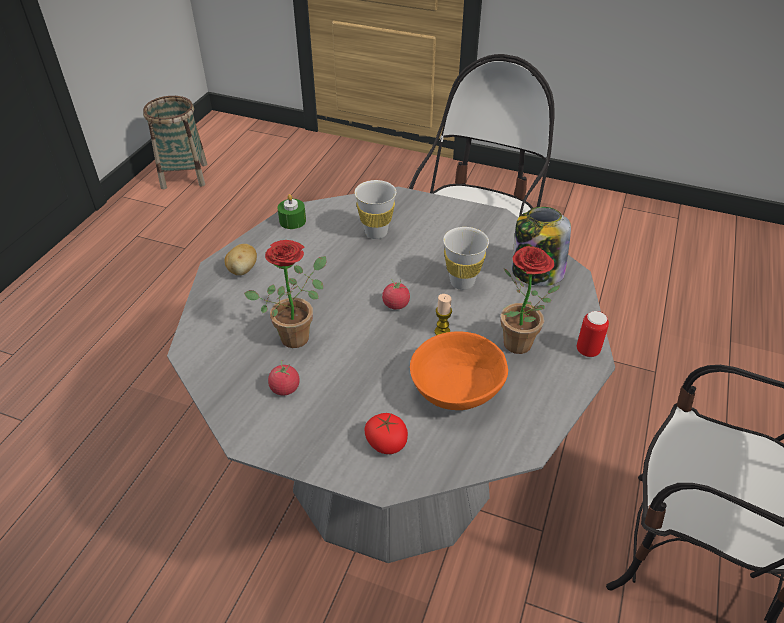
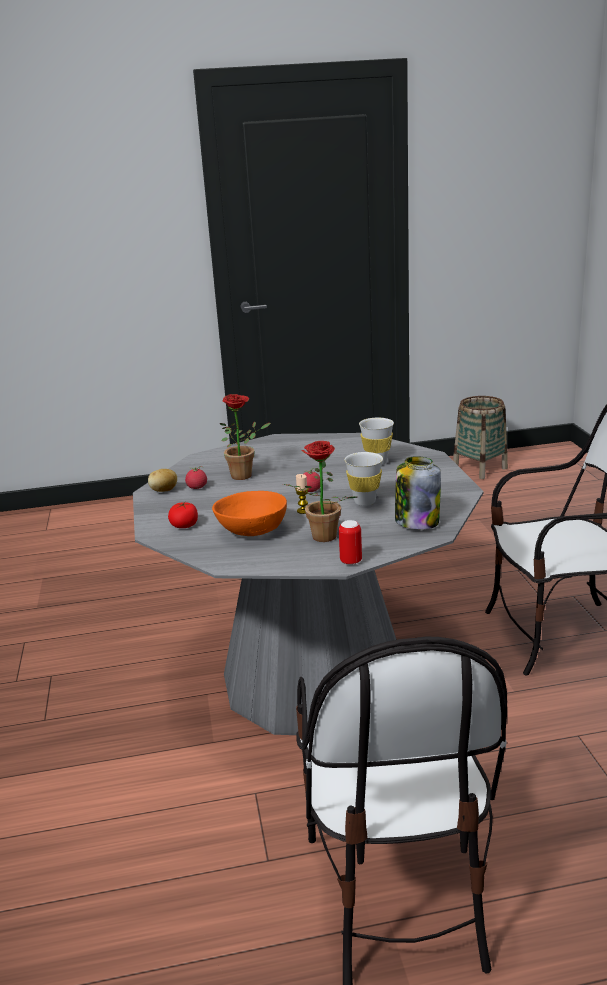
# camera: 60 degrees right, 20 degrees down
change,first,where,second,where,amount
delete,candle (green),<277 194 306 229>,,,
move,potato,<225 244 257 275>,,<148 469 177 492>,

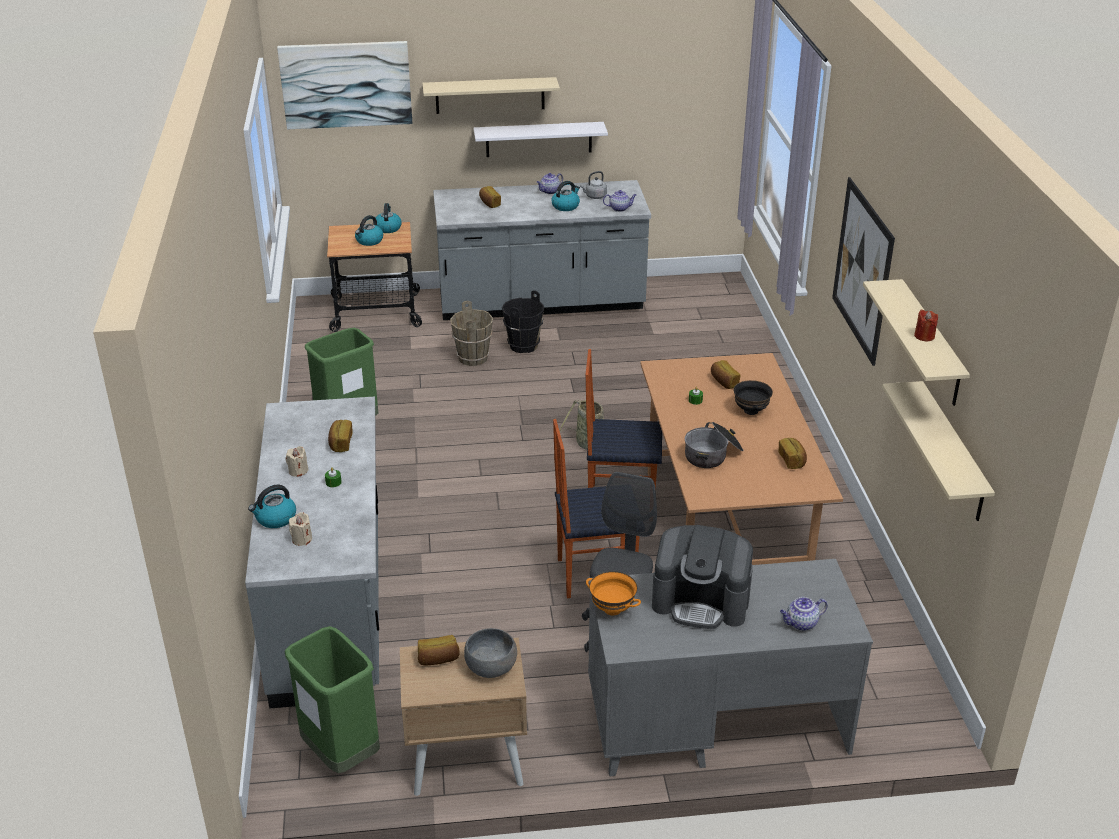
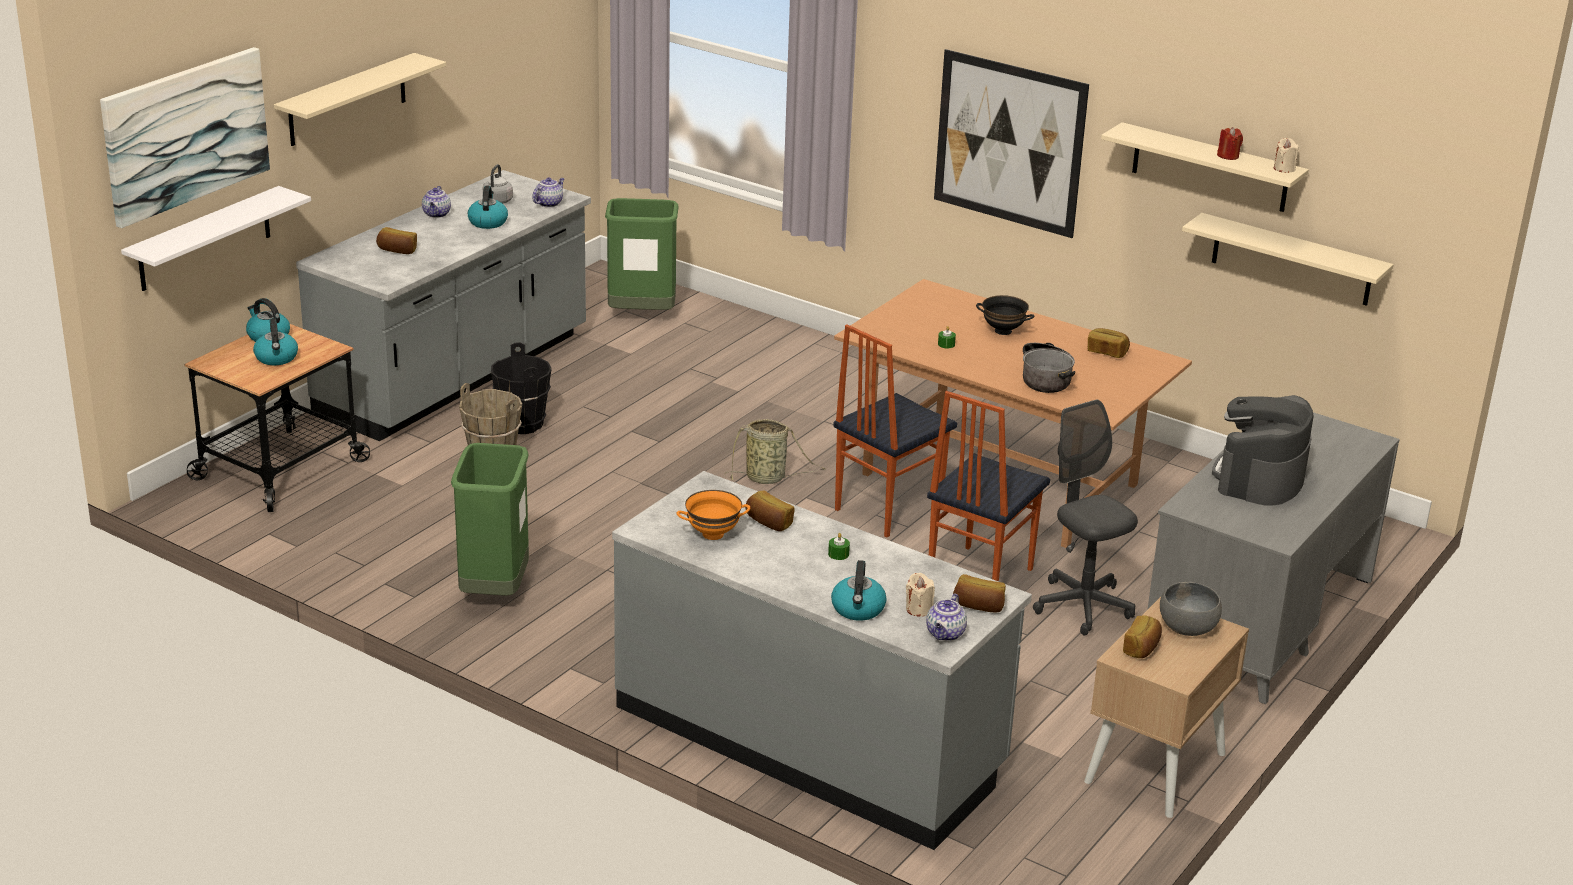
# camera: 50 degrees left, 5 degrees down
change,first,where,second,where,amount
move,candle (beige),<285 446 309 477>,,<1274 138 1299 173>,
move,trash can (green),<285 626 380 773>,,<605 198 679 310>,
move,shelf (white),<474 122 608 157>,,<121 186 311 291>,
move,bowl (orange),<586 571 641 616>,,<677 490 750 540>,
move,bread,<711 360 740 389>,,<953 574 1006 613>,
move,teapot,<780 597 828 631>,,<926 594 967 641>,
rotate,coffee machine,<652 525 753 629>,,<1212 395 1314 506>,150 degrees clockwise

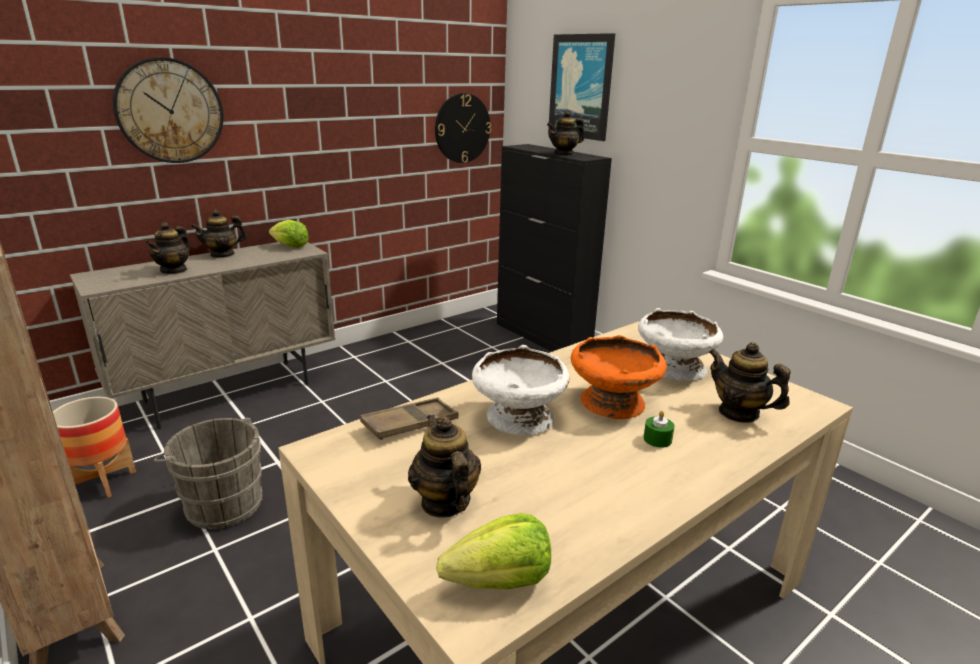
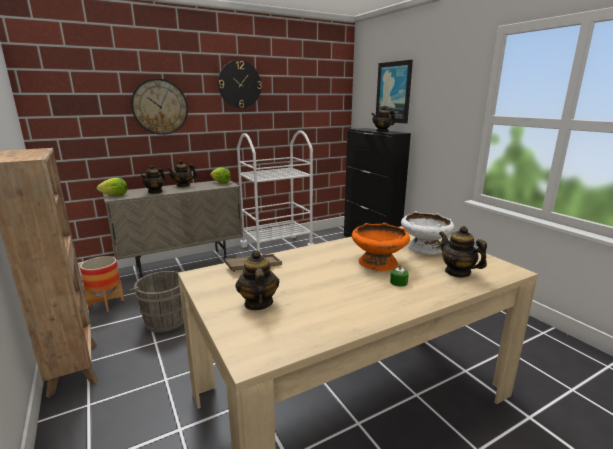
# camera: 10 degrees right, 5 degrees down
change,first,where,second,where,amount
delete,bowl (white),<472 345 570 435>,,,
insert,,,cart (white),<237 131 314 255>,
move,wall clock,<435 93 491 163>,,<218 60 262 108>,
move,lettuce,<436 513 551 589>,,<97 178 128 195>,

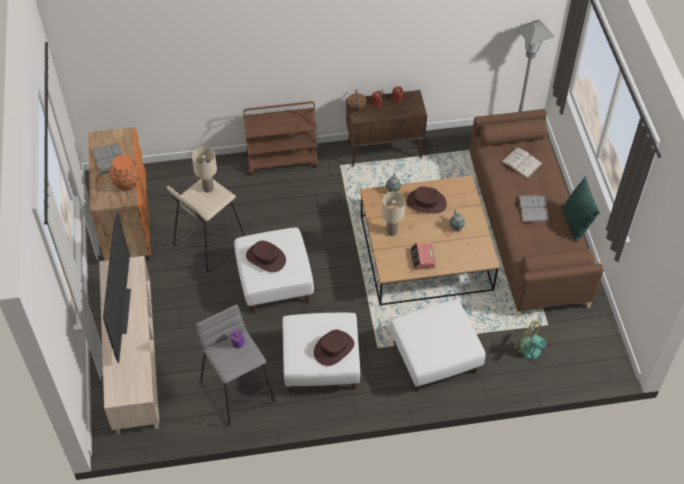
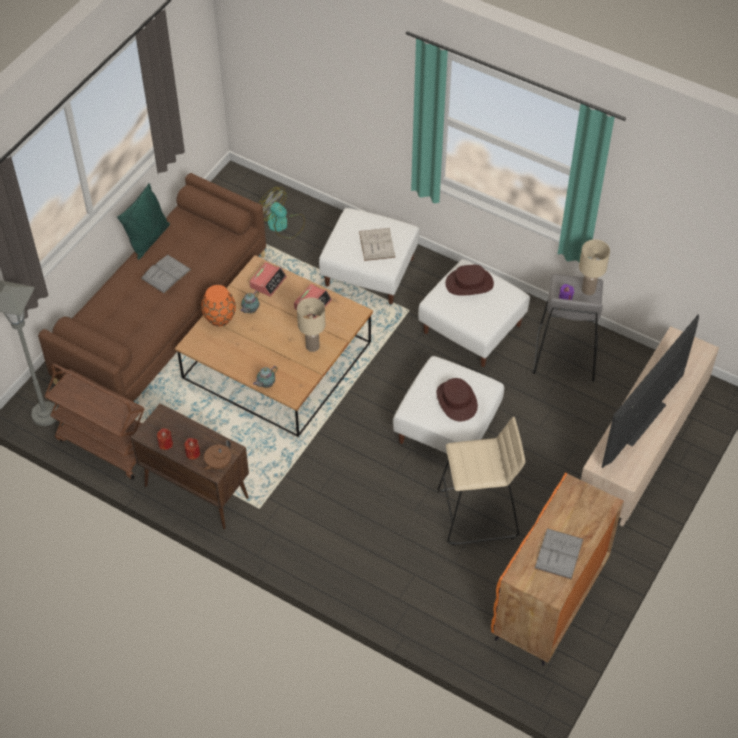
# camera: 140 degrees left, 0 degrees up
change,first,where,second,where,amount
delete,hat (brown),<407 187 447 214>,,,
insert,,,alarm clock,<250 262 287 297>,
move,vase (orange),<110 155 140 191>,,<201 285 236 327>,
move,table lamp (beige),<192 147 217 193>,,<579 239 610 295>,
move,cart (brown),<243 101 319 175>,,<44 363 145 480>,
move,book (white),<501 148 543 179>,,<359 228 395 261>,
rotate,fan,<516 320 556 365>,,<259 187 305 239>,150 degrees clockwise

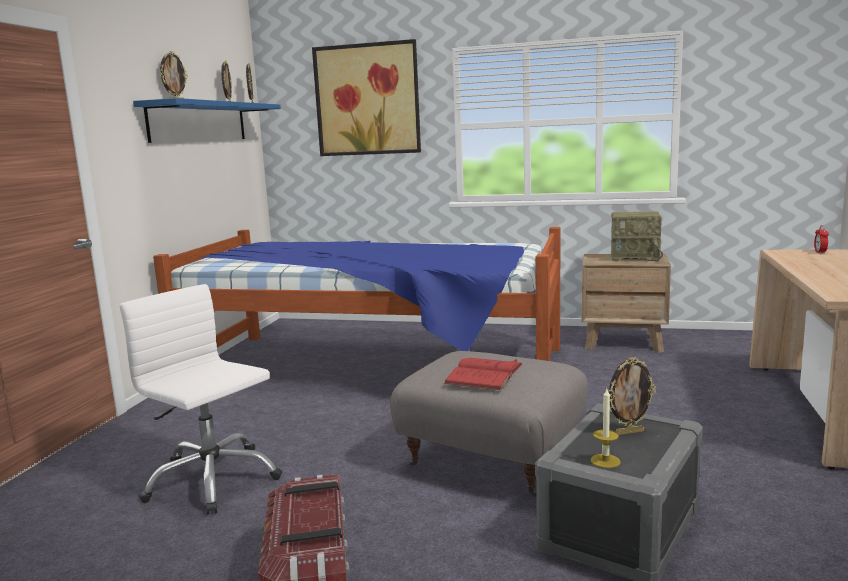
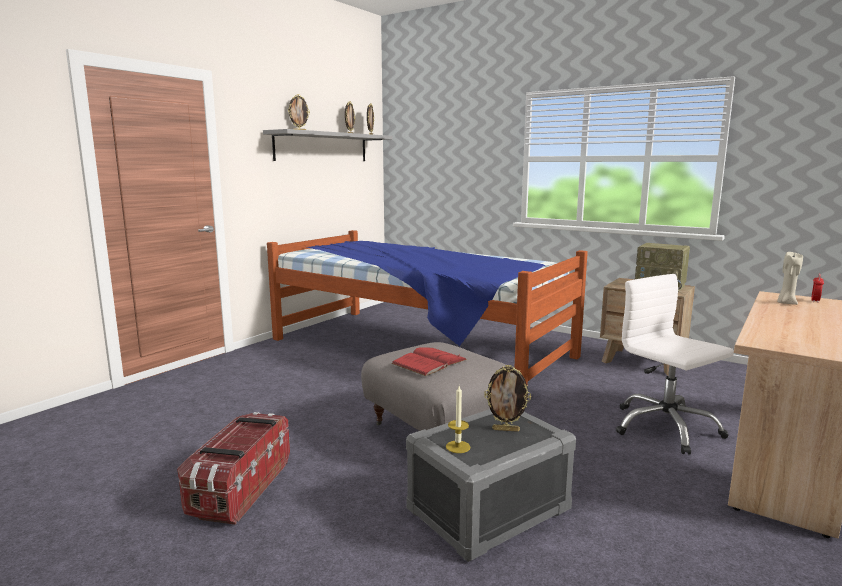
# camera: 20 degrees right, 0 degrees up
change,first,where,second,where,amount
delete,picture,<312 39 421 156>,,,
insert,,,candle (beige),<777 252 803 305>,
move,office chair (white),<120 284 282 514>,,<616 274 734 455>,
recolor,shelf (blue),<133 98 281 143>,shelf (grey),<263 129 392 161>,

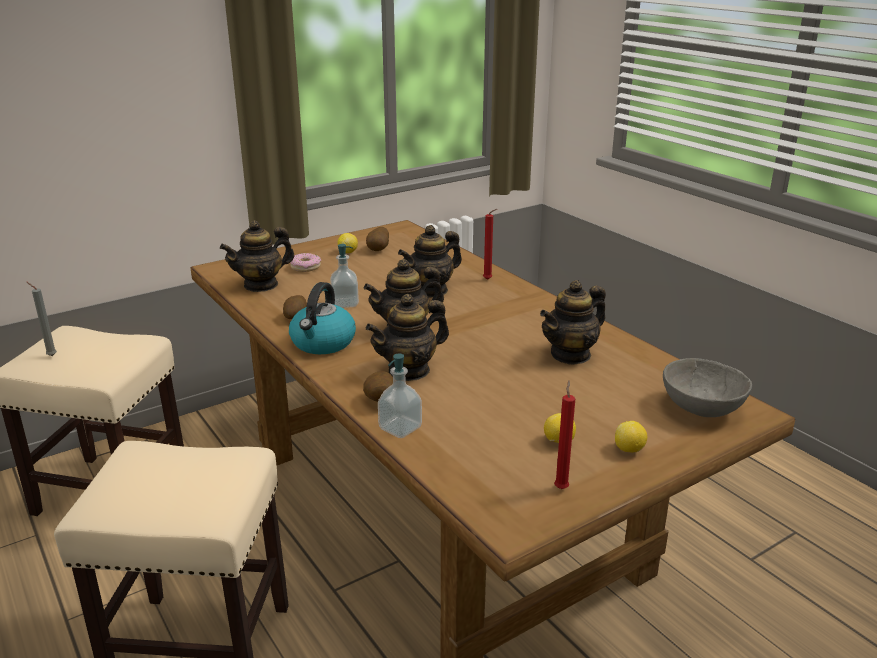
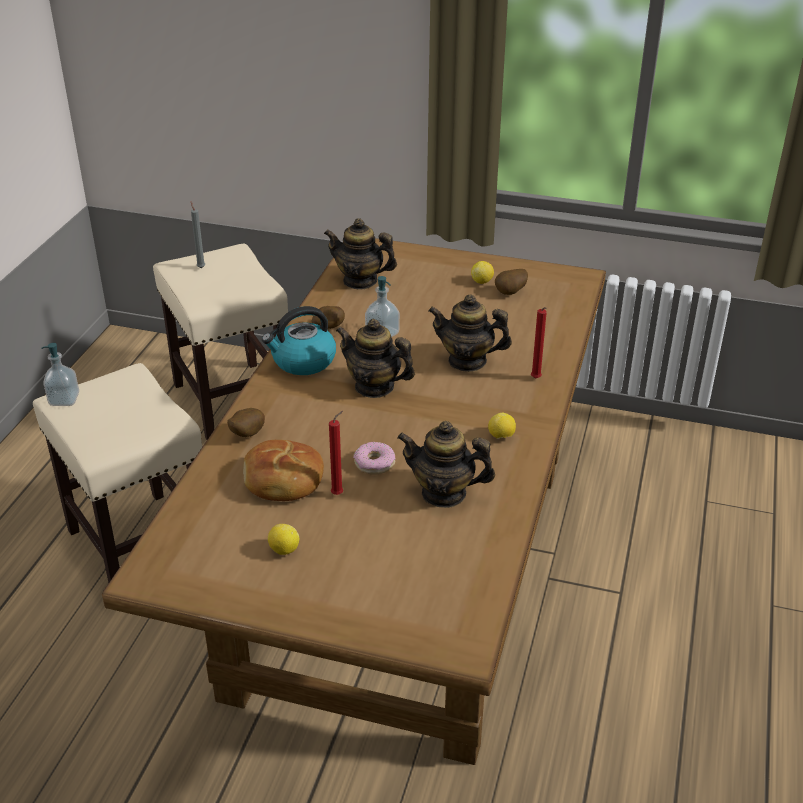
# camera: 50 degrees right, 10 degrees up
change,first,where,second,where,amount
delete,teapot,<366 294 449 381>,,,
delete,bowl (grey),<663 358 752 417>,,,
insert,,,bread,<243 440 324 501>,
move,donut,<290 253 321 272>,,<353 442 395 475>,
move,soap dispenser,<378 353 422 438>,,<41 343 79 406>,
move,candle (red),<554 381 575 489>,,<329 411 343 495>,
move,lemon,<615 421 647 453>,,<488 413 516 439>,

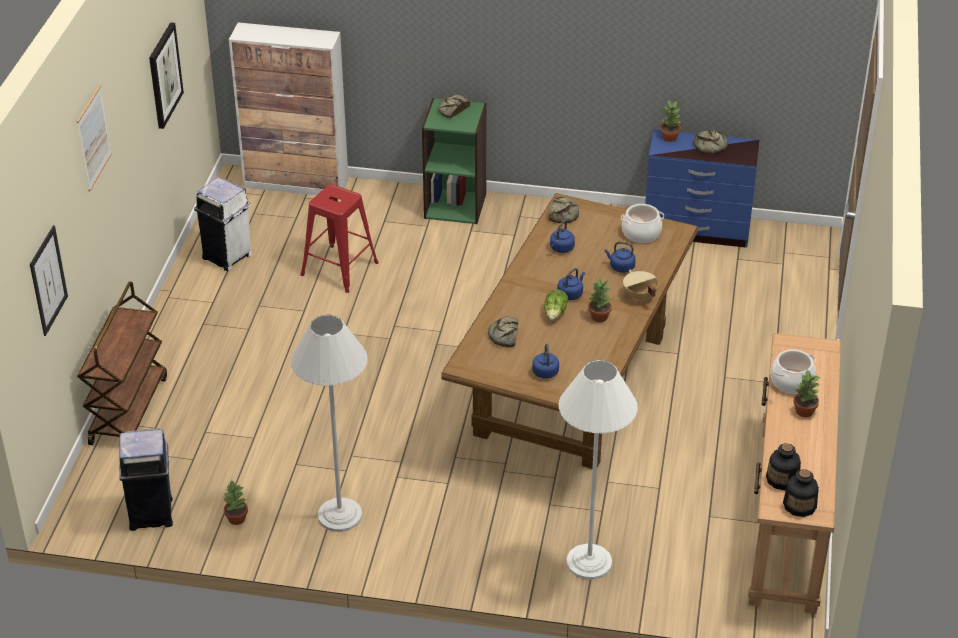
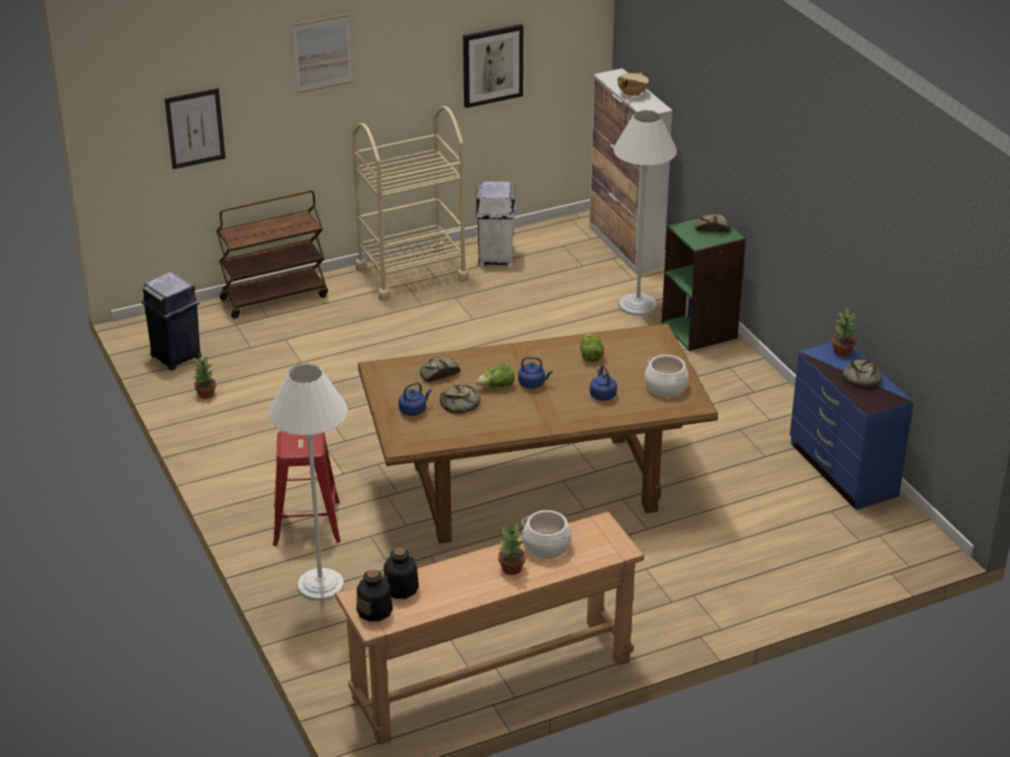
# camera: 55 degrees right, 5 degrees down
change,first,where,second,where,amount
delete,potted plant,<588 278 612 322>,,,
insert,,,cart (beige),<352 106 469 301>,
move,floor lamp (white),<291 315 367 532>,,<613 110 677 316>,
move,stool (red),<300 184 379 293>,,<273 431 341 546>,
move,bread,<548 197 579 223>,,<440 384 481 414>,
move,cooking pot (beige),<623 270 659 301>,,<617 72 649 97>,
replace,kettle (blue),<550 220 575 253>,lettuce,<580 334 604 362>,

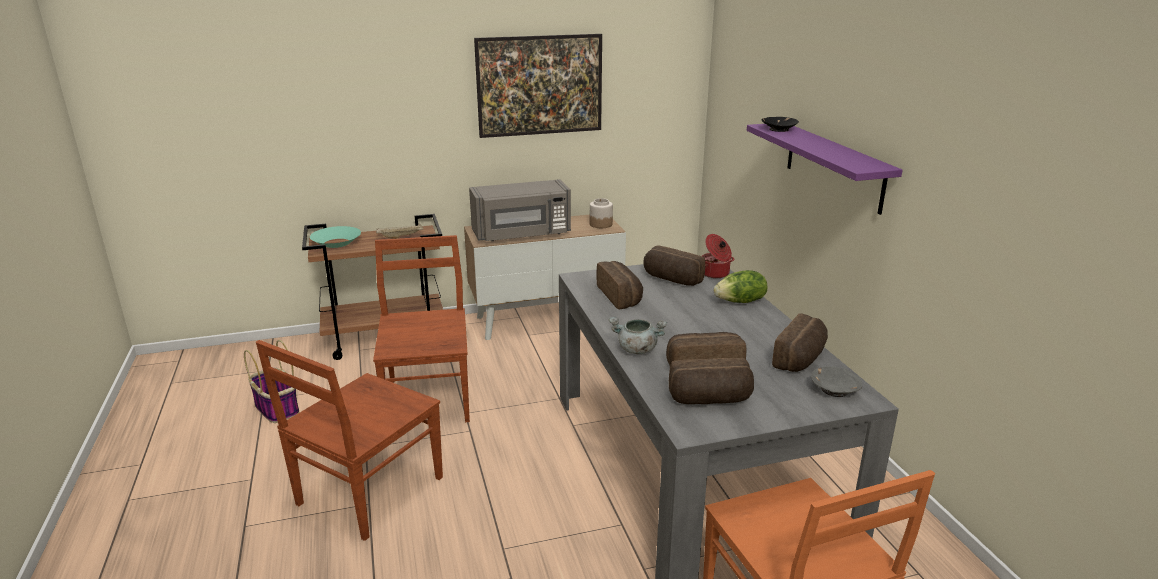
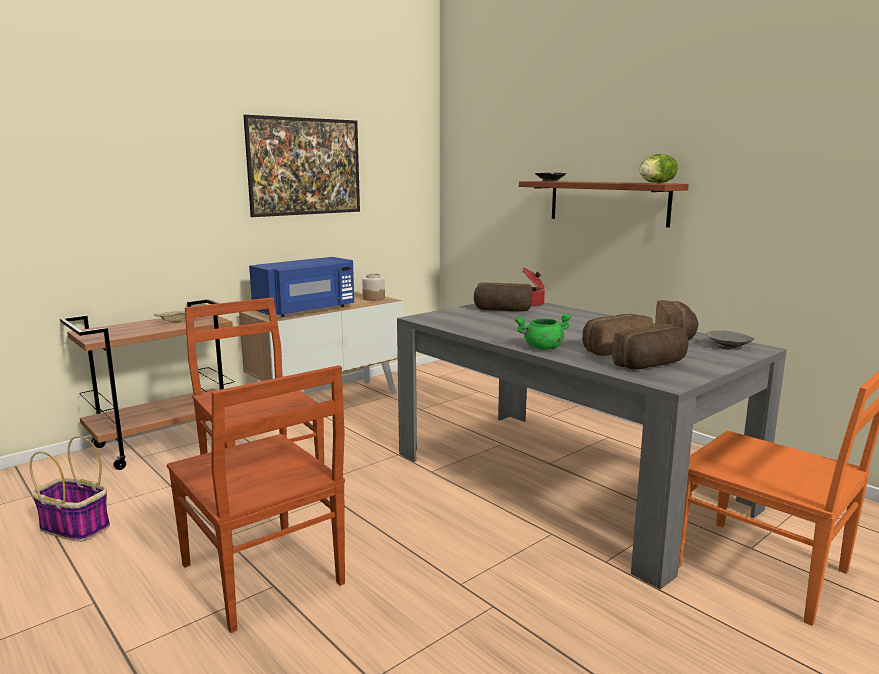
# camera: 25 degrees left, 10 degrees down
change,first,where,second,where,amount
delete,bowl (turquoise),<310 226 361 248>,,,
delete,bread,<597 261 643 309>,,,
move,lettuce,<714 270 767 303>,,<639 154 678 183>,
recolor,microwave (grey),<469 179 571 241>,microwave (blue),<249 257 354 317>,
recolor,cooking pot (grey),<609 317 667 354>,cooking pot (green),<515 313 572 350>,
recolor,shelf (purple),<747 124 903 215>,shelf (brown),<519 181 689 228>,
rotate,chair (brown),<256 340 443 541>,,<167 365 345 633>,45 degrees counterclockwise

